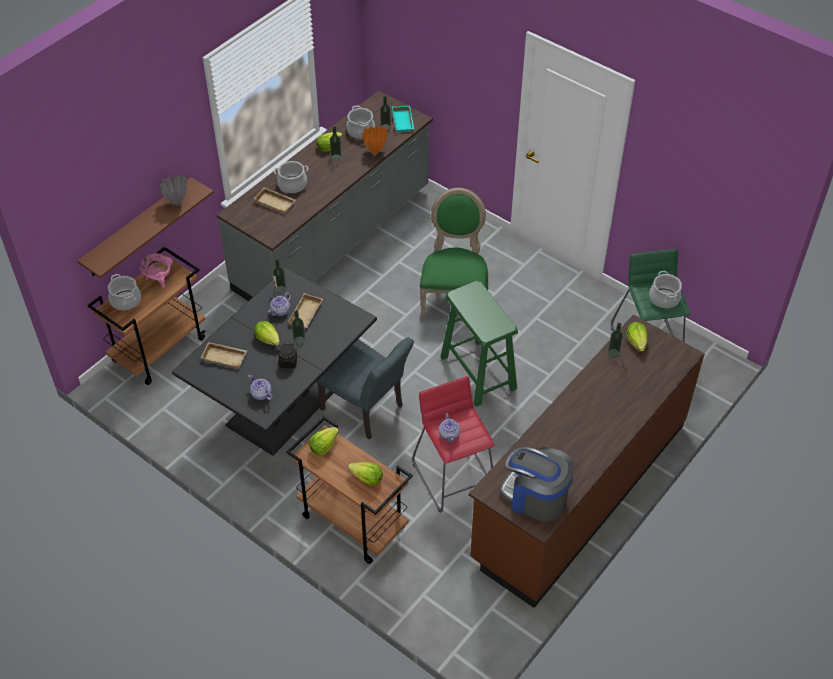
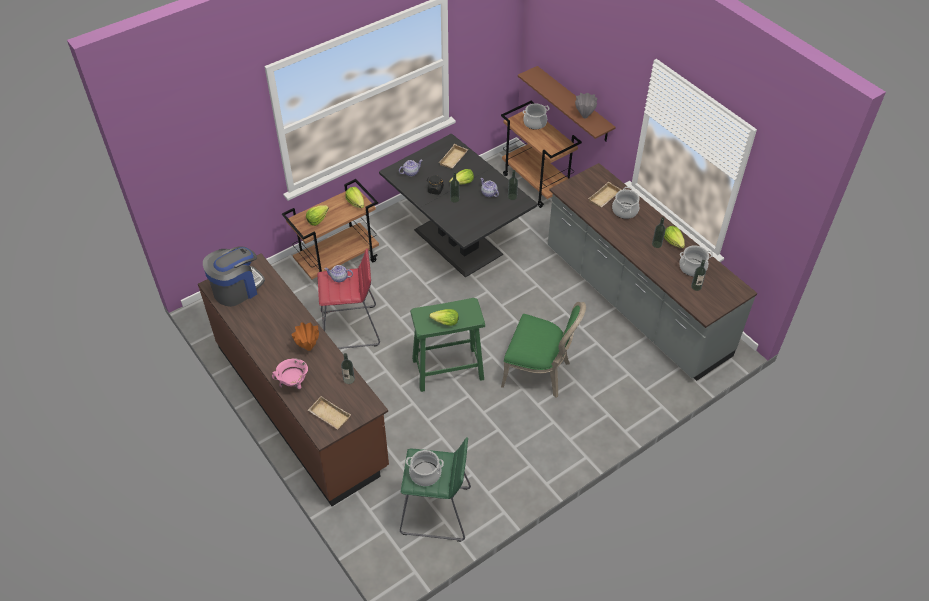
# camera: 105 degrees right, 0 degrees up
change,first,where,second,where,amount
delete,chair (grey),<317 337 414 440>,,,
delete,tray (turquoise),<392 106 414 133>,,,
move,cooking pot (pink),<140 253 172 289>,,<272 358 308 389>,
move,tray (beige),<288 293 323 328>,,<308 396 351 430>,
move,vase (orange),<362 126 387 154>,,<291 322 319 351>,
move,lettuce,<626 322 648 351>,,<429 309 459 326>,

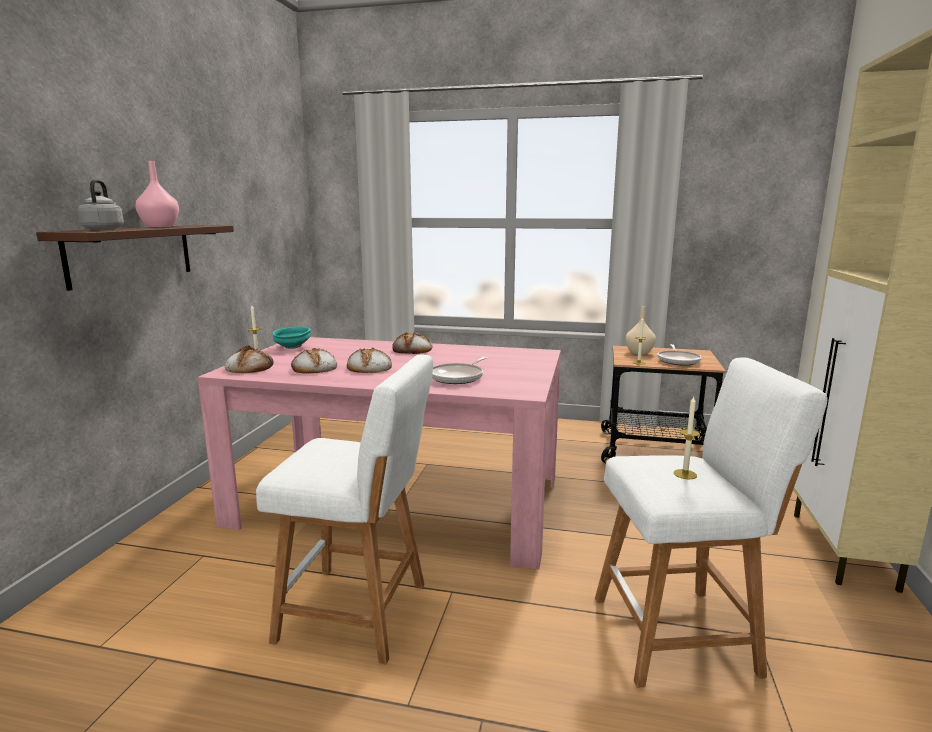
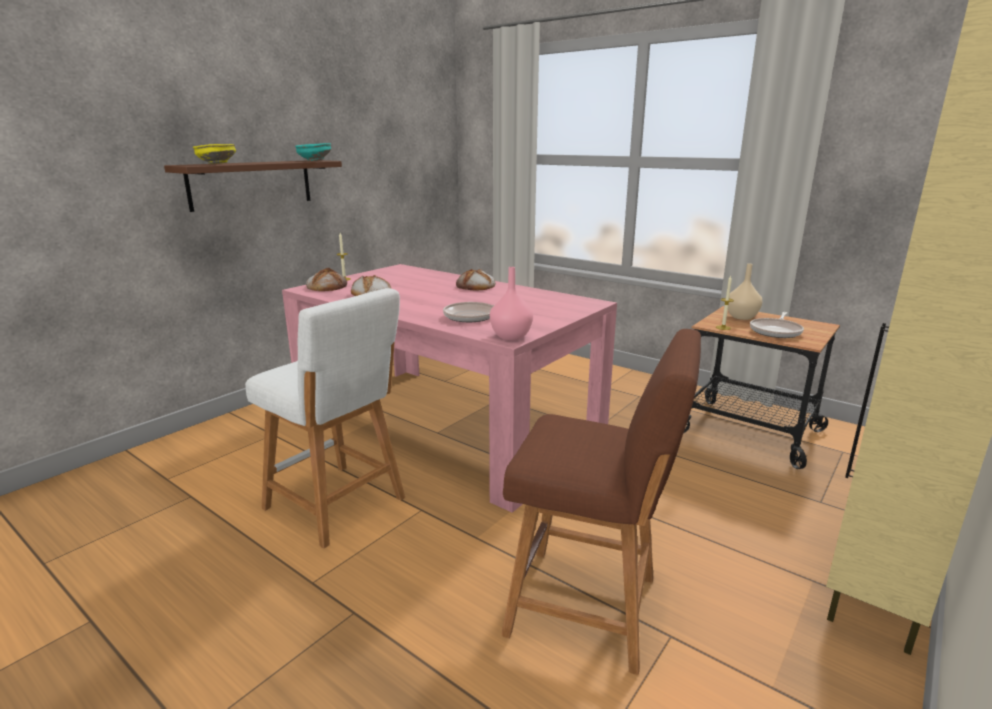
# camera: 25 degrees right, 5 degrees up
change,first,where,second,where,amount
delete,bread,<347 347 392 373>,,,
delete,candle,<674 397 700 479>,,,
move,vase (pink),<135 161 179 227>,,<490 267 533 340>,
move,bowl (turquoise),<272 327 311 349>,,<295 143 331 161>,
replace,kettle (grey),<77 180 124 230>,bowl (yellow),<193 144 236 164>,
recolor,stool (white),<595 358 827 688>,stool (brown),<501 329 701 675>,

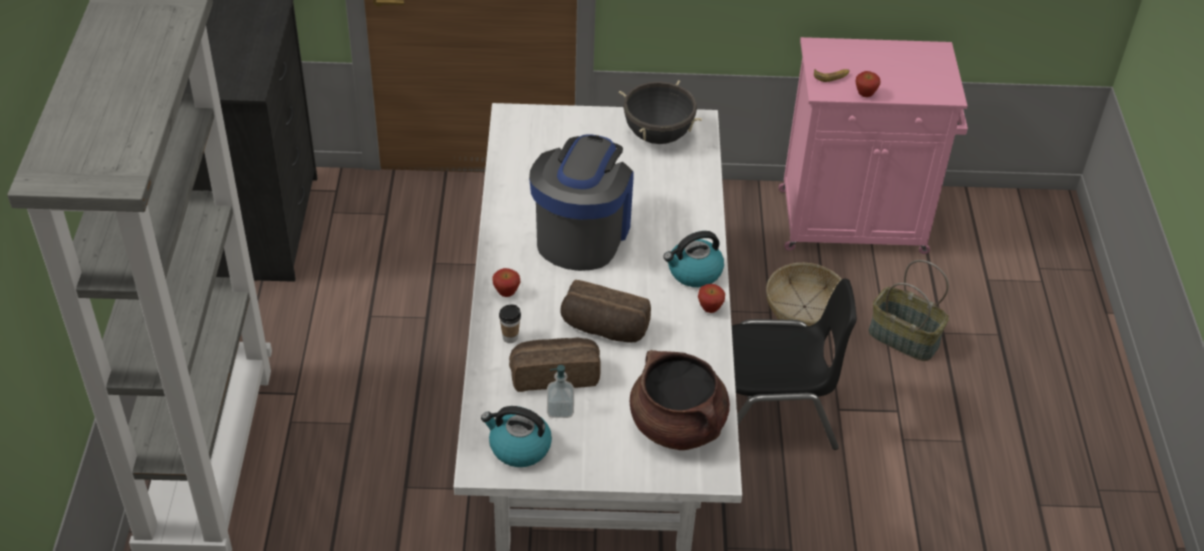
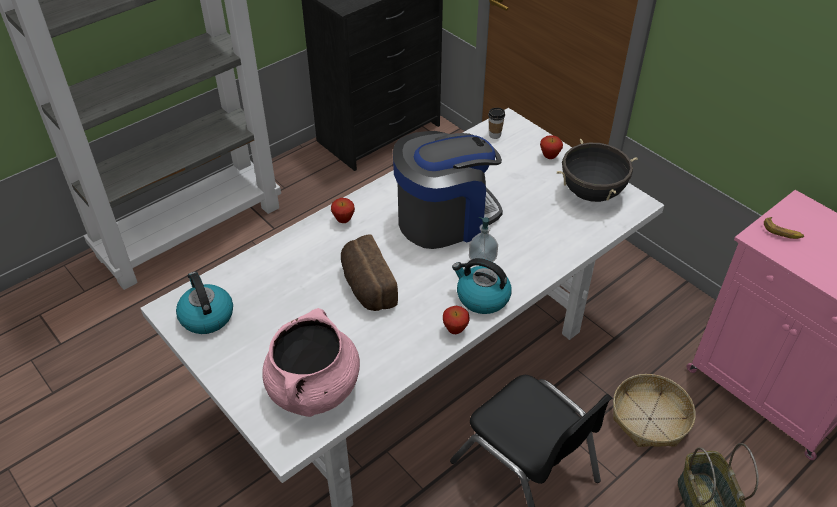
# camera: 50 degrees right, 0 degrees up
change,first,where,second,where,amount
delete,bread,<509 337 601 392>,,,
move,cup,<499 304 521 343>,,<488 108 505 139>,
move,soap dispenser,<547 365 574 418>,,<469 217 498 262>,
move,apple,<856 71 880 97>,,<540 135 563 159>,
recolor,cooking pot (brown),<630 350 730 450>,cooking pot (pink),<262 308 360 417>,

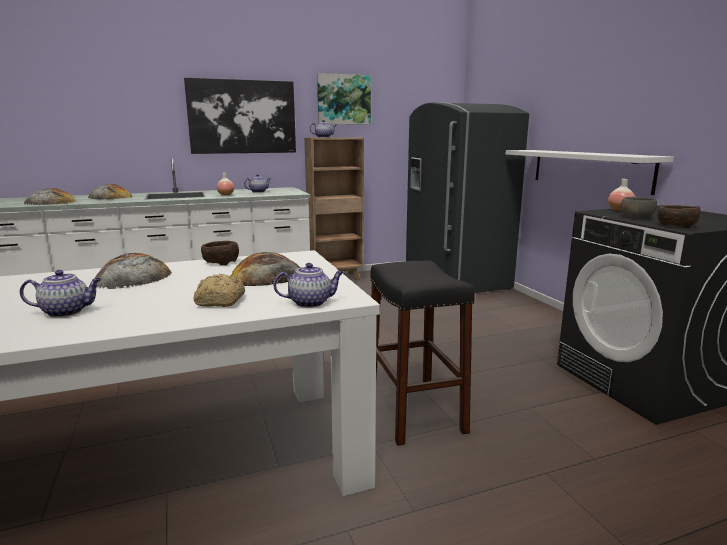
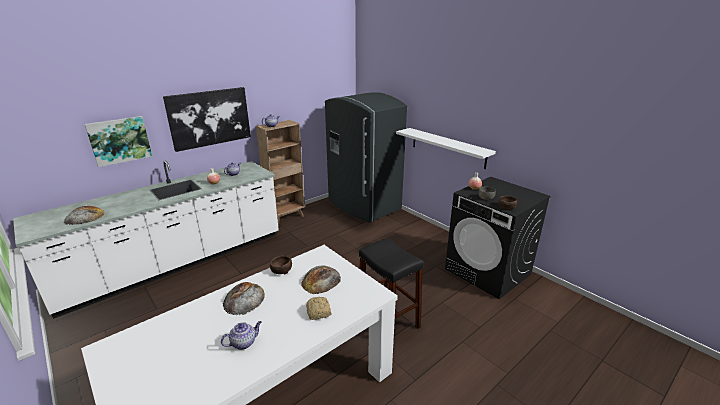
# camera: 20 degrees left, 10 degrees up
change,first,where,second,where,amount
delete,bread,<88 184 132 199>,,,
delete,teapot,<274 263 344 308>,,,
move,picture,<317 73 371 124>,,<85 116 152 167>,

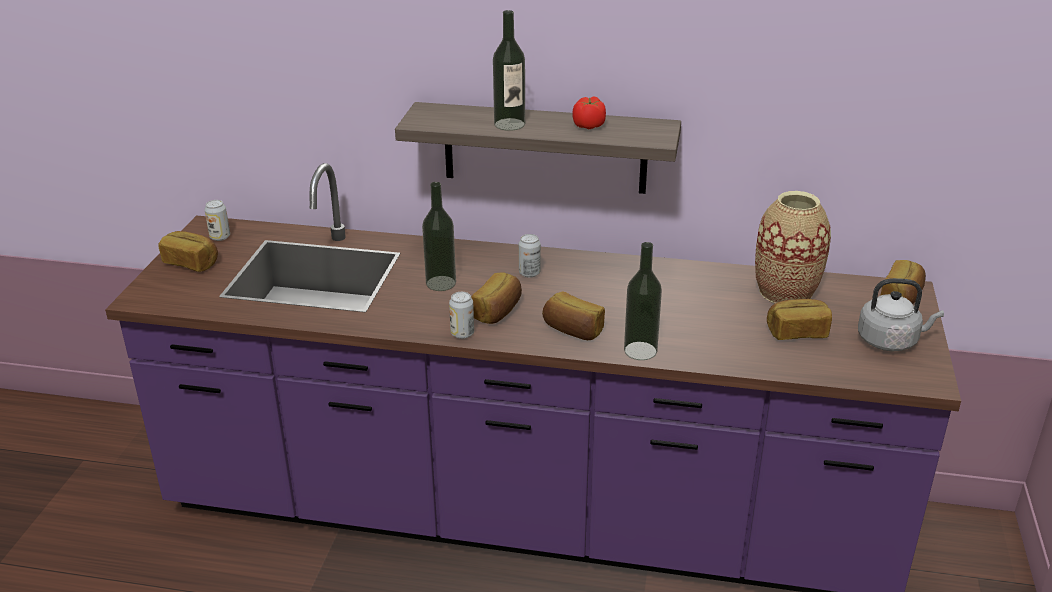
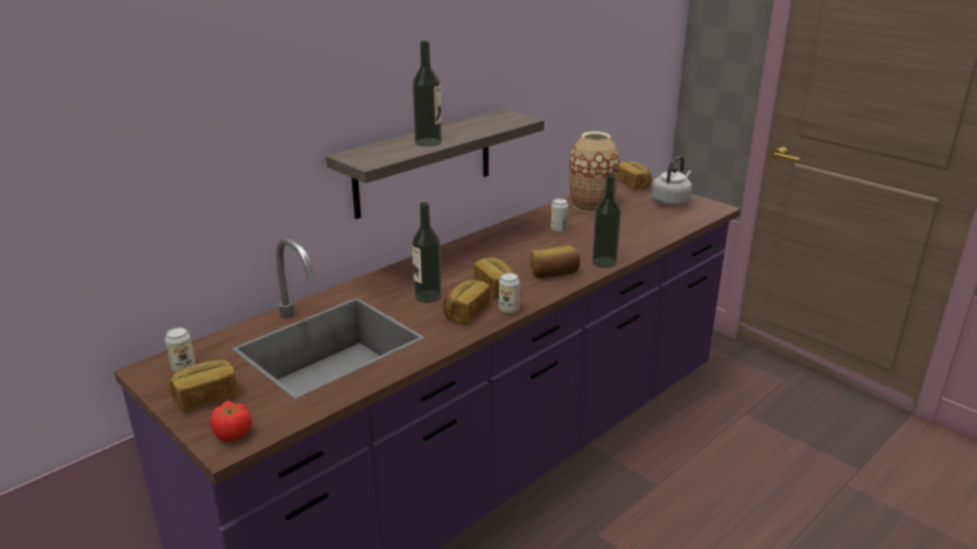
# camera: 55 degrees left, 5 degrees down
change,first,where,second,where,amount
move,can,<519 234 541 277>,,<550 198 568 232>,
move,tomato,<572 96 606 129>,,<210 401 252 442>,
move,bread,<767 299 832 340>,,<443 280 490 323>,

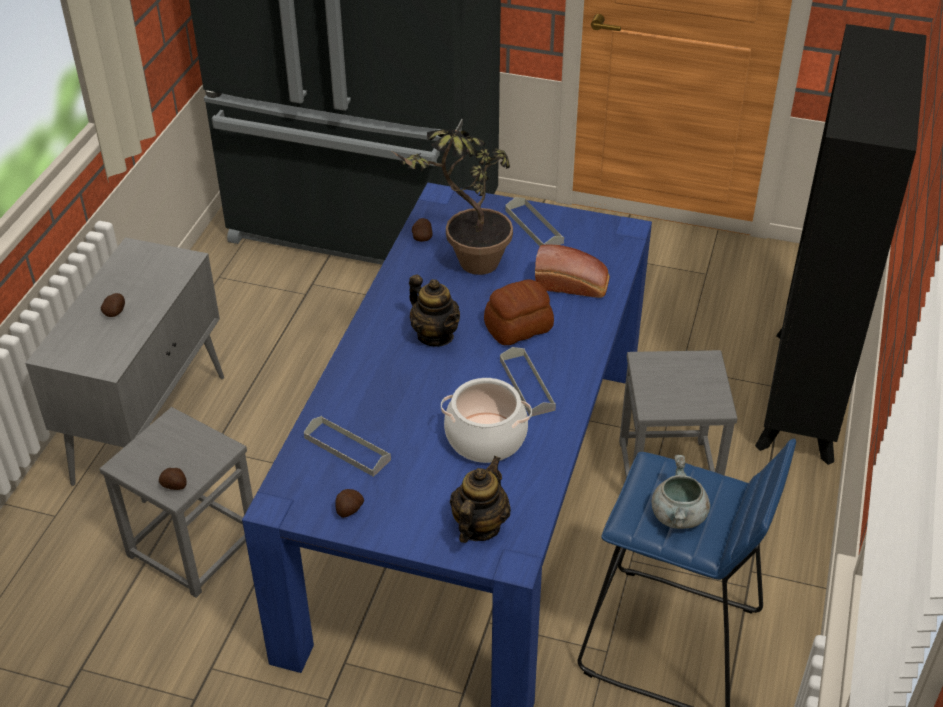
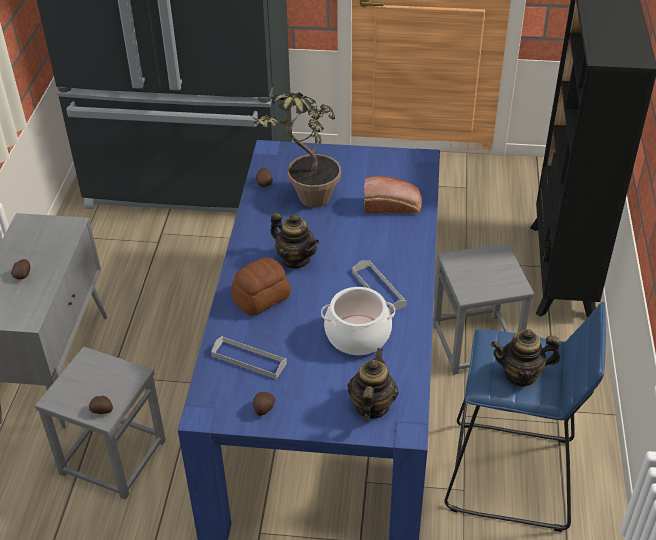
# camera: 10 degrees left, 0 degrees up
change,first,where,second,where,amount
delete,tray (grey),<505 197 564 246>,,,
move,bread,<484 280 554 345>,,<231 257 291 316>,
replace,cooking pot (grey),<651 455 710 529>,teapot,<491 329 561 387>,

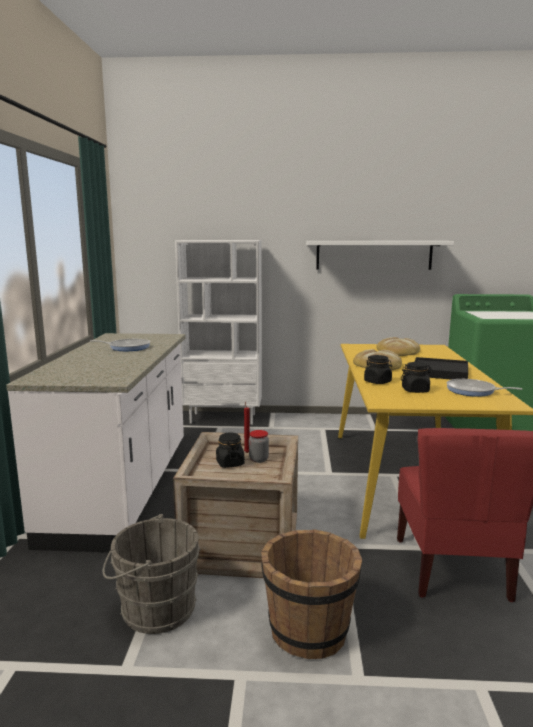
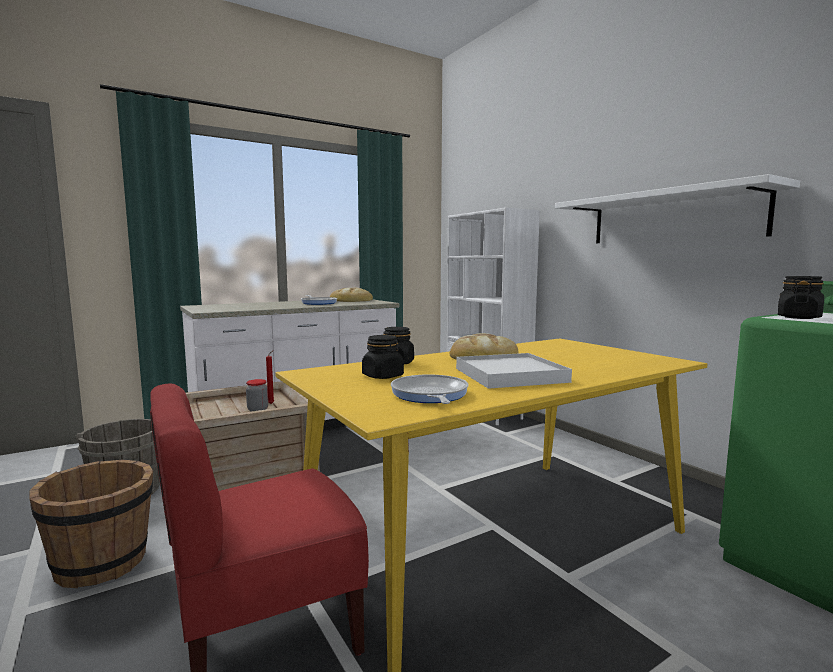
# camera: 55 degrees right, 5 degrees down
change,first,where,second,where,amount
move,jar (black),<216 433 244 468>,,<778 276 824 319>,
move,bread,<376 337 420 356>,,<330 288 373 302>,
recolor,tray (black),<415 357 468 380>,tray (white),<456 353 572 389>,

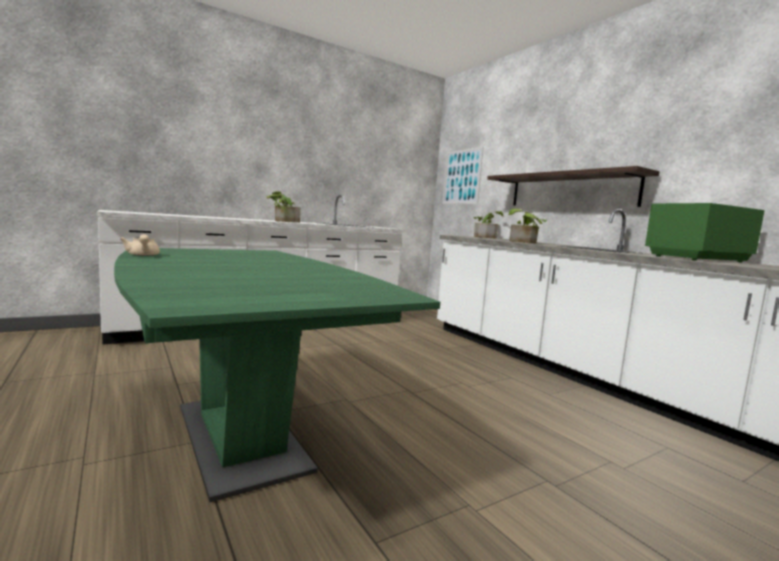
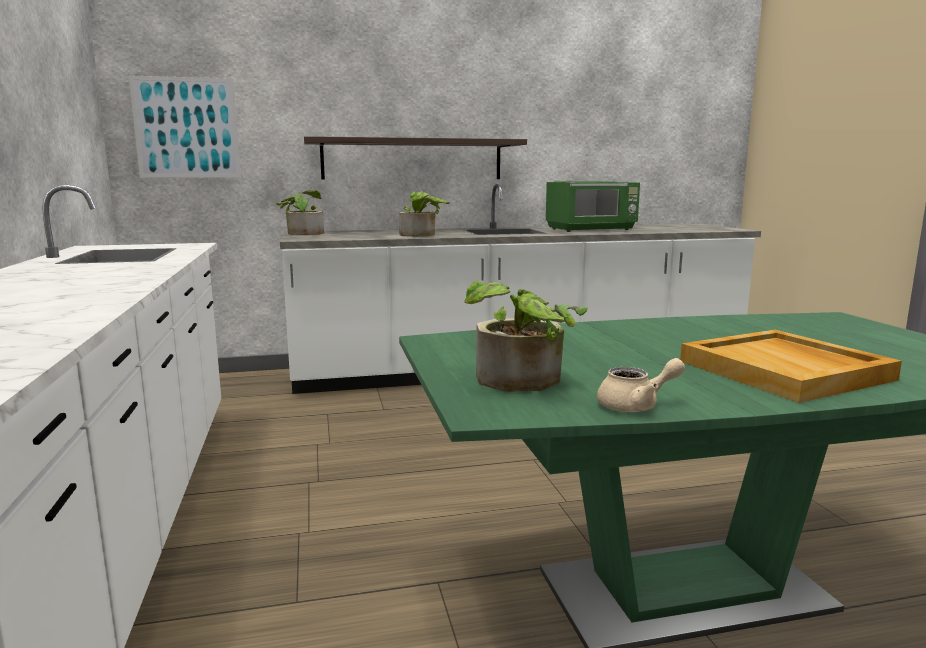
# camera: 70 degrees left, 5 degrees up
change,first,where,second,where,amount
insert,,,tray (beige),<680 330 902 403>,
move,potted plant,<266 191 301 223>,,<464 281 589 392>,
rotate,microwave (green),<645 203 765 263>,,<546 181 640 232>,105 degrees counterclockwise

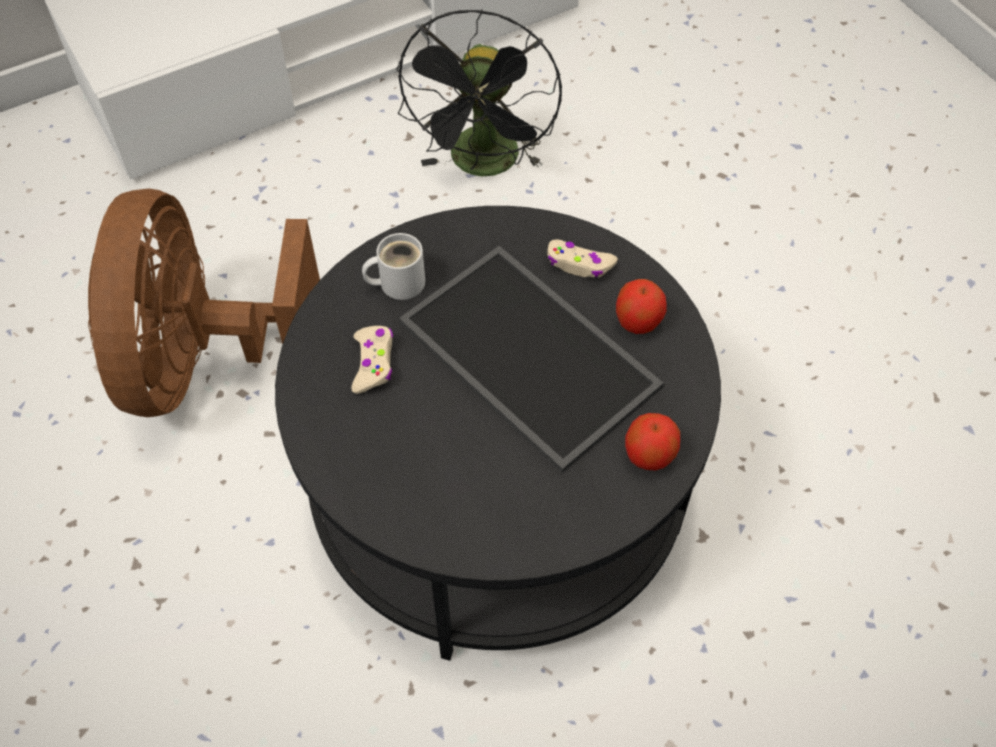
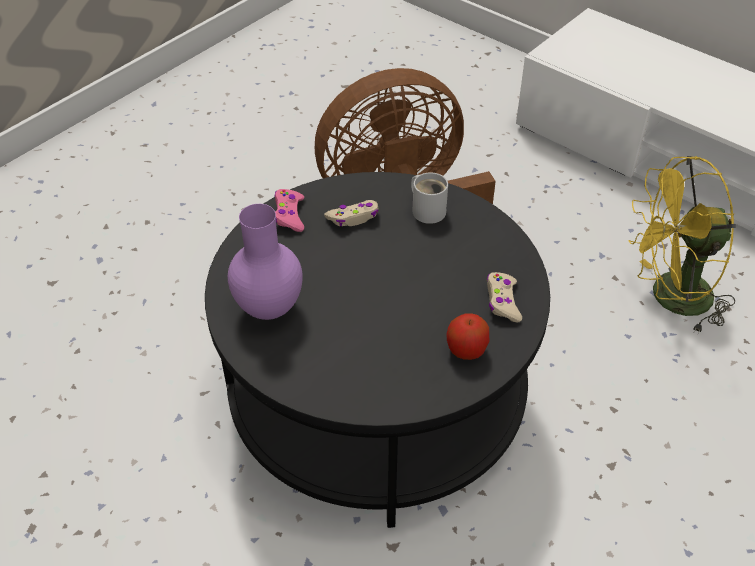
# camera: 70 degrees right, 10 degrees down
change,first,where,second,where,amount
delete,tray,<399 246 664 473>,,,
delete,apple,<625 413 680 471>,,,
insert,,,vase (purple),<228 204 303 320>,
insert,,,game controller (pink),<275 189 304 232>,
recolor,fan (black),<396 9 562 176>,fan (yellow),<628 156 736 334>,

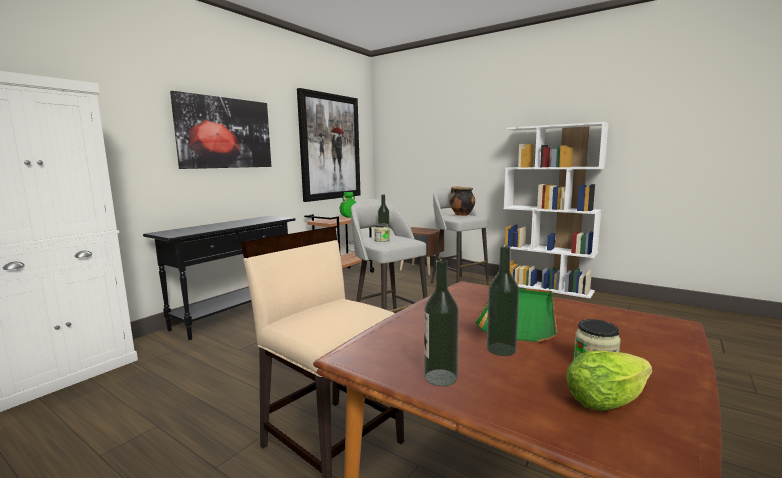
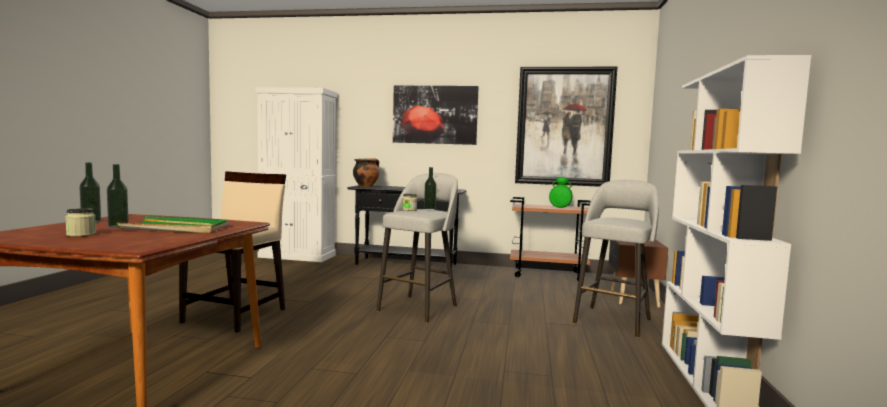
# camera: 65 degrees right, 5 degrees down
change,first,where,second,where,amount
delete,lettuce,<566 350 652 411>,,,
move,cooking pot,<449 186 475 216>,,<353 158 379 187>,

